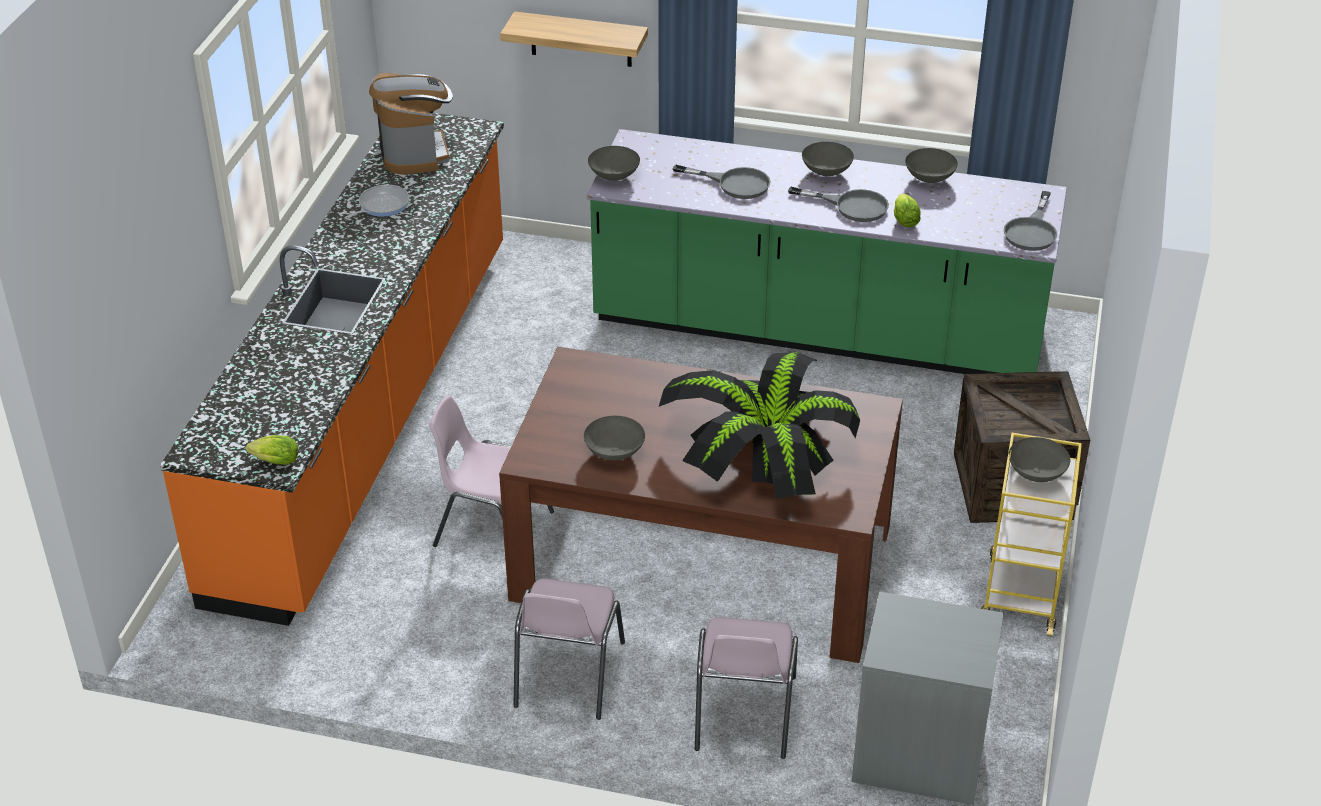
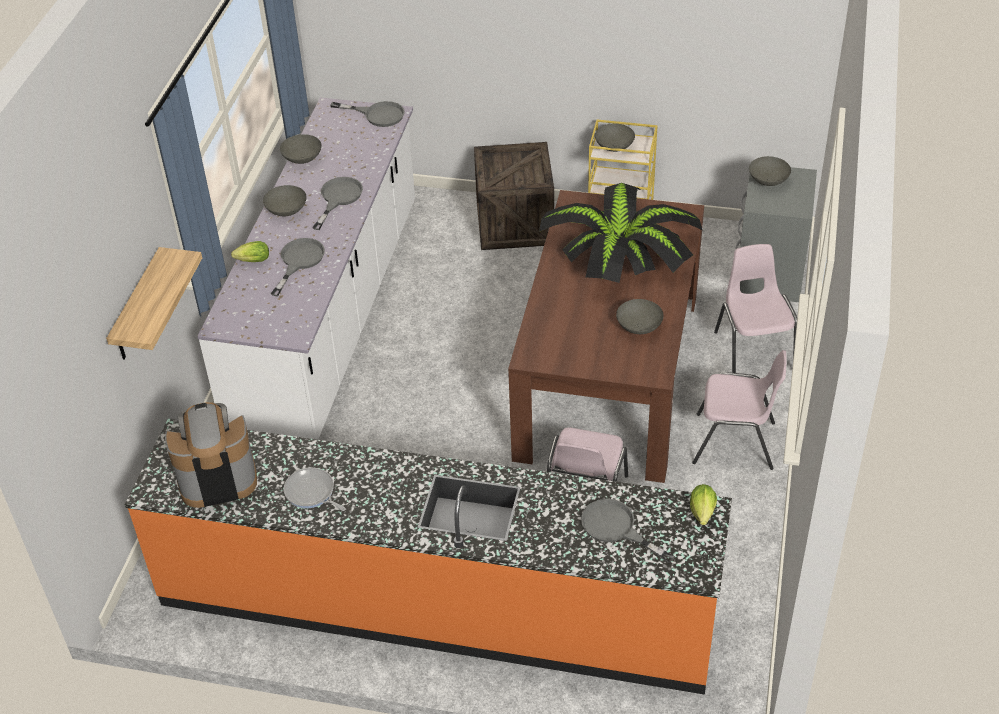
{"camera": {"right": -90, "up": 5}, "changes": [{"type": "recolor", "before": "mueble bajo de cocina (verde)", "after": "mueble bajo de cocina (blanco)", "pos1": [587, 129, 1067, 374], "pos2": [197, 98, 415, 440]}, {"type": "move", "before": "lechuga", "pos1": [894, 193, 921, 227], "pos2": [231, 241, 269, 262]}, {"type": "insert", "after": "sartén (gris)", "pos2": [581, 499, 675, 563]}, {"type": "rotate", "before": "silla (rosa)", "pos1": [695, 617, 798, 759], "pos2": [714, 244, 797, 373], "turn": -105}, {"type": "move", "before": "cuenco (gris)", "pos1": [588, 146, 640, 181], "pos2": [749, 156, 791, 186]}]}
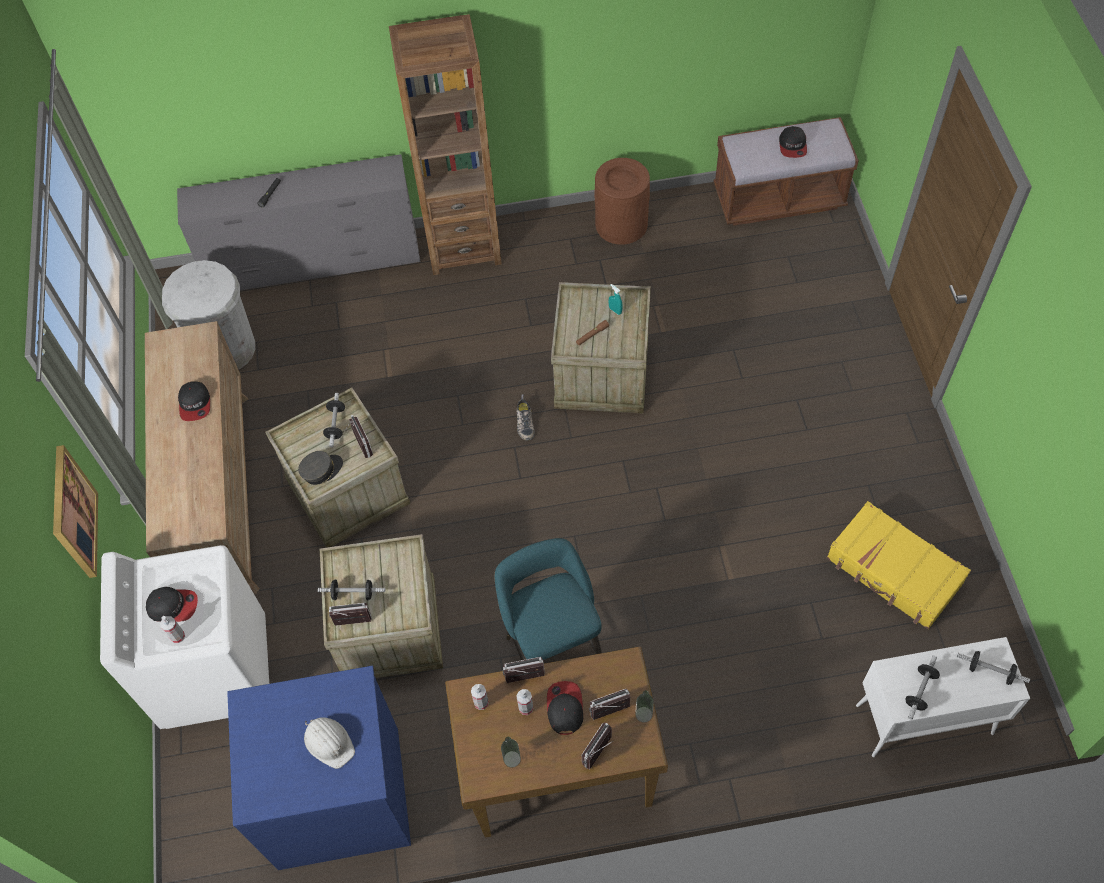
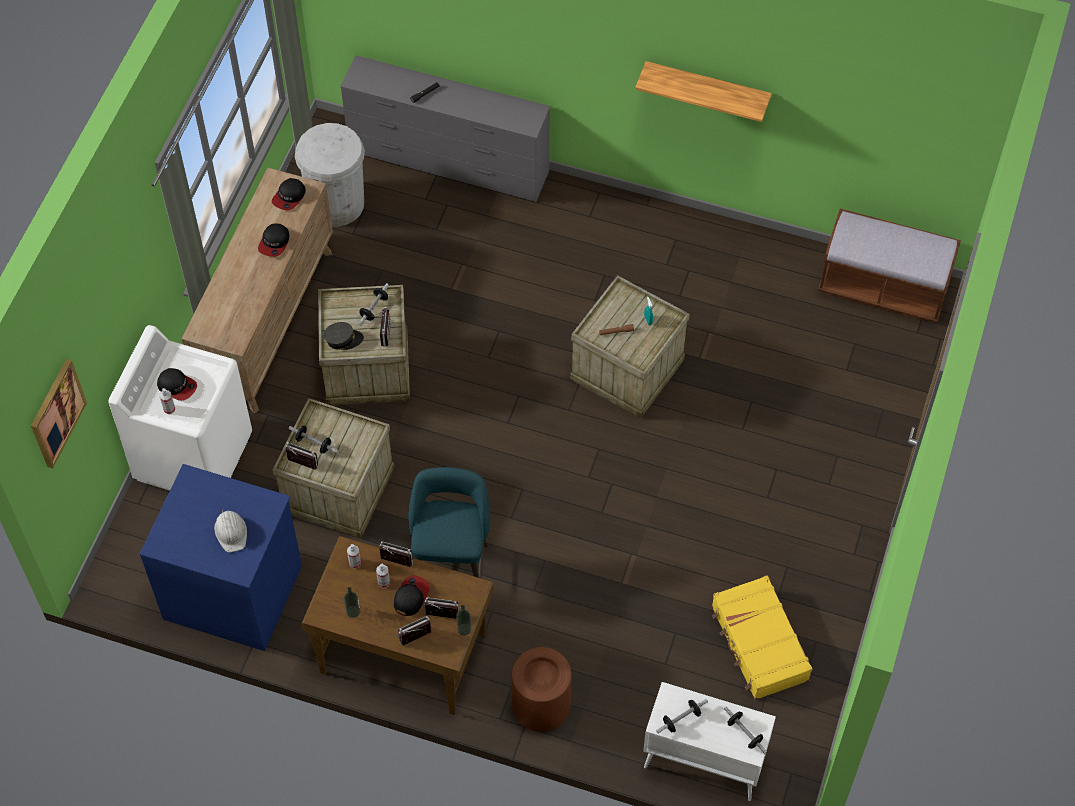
{"camera": {"right": 25, "up": 0}, "changes": [{"type": "move", "before": "cuadro", "pos1": [53, 445, 98, 578], "pos2": [31, 359, 87, 468]}, {"type": "move", "before": "gorra", "pos1": [779, 126, 807, 158], "pos2": [272, 178, 306, 210]}, {"type": "move", "before": "papelera (marrón)", "pos1": [594, 158, 650, 245], "pos2": [511, 647, 572, 732]}, {"type": "insert", "after": "estante", "pos2": [635, 61, 771, 122]}, {"type": "delete", "before": "estantería (marrón)", "pos1": [389, 14, 502, 275]}, {"type": "delete", "before": "zapato", "pos1": [517, 395, 535, 440]}]}
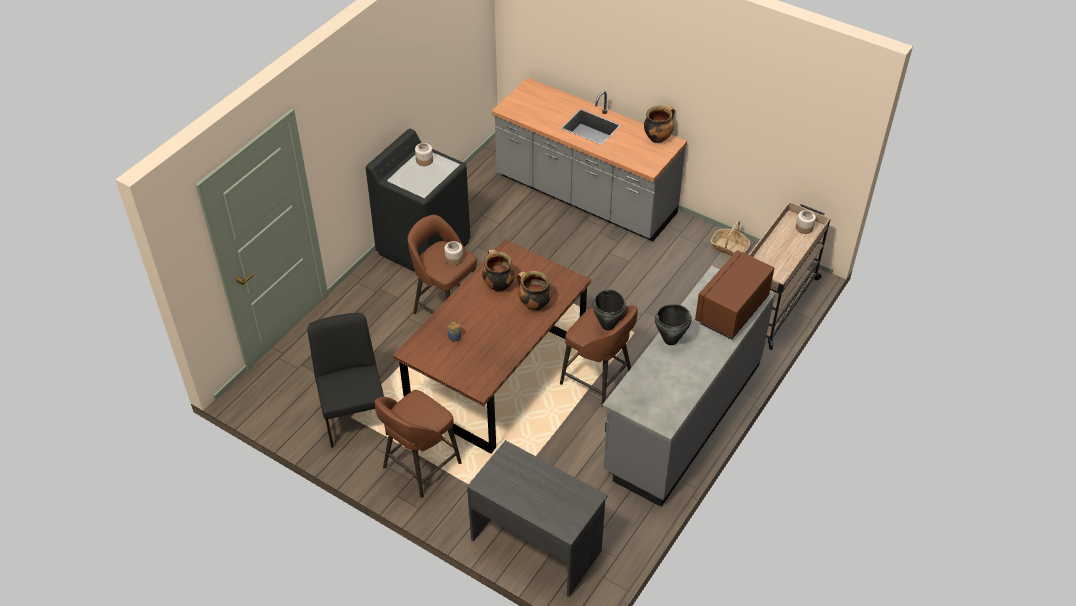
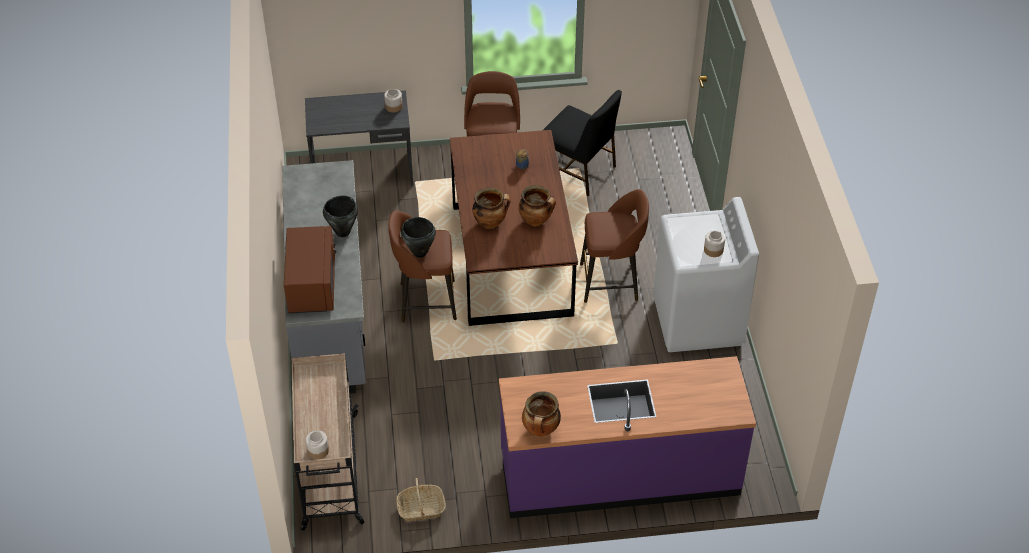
{"camera": {"right": 140, "up": 0}, "changes": [{"type": "move", "before": "tarro", "pos1": [444, 241, 463, 265], "pos2": [384, 89, 403, 113]}, {"type": "recolor", "before": "mueble bajo de cocina (gris)", "after": "mueble bajo de cocina (morado)", "pos1": [491, 78, 687, 241], "pos2": [499, 356, 756, 518]}, {"type": "recolor", "before": "lavadora (negro)", "after": "lavadora (blanco)", "pos1": [366, 129, 471, 272], "pos2": [653, 197, 759, 352]}]}
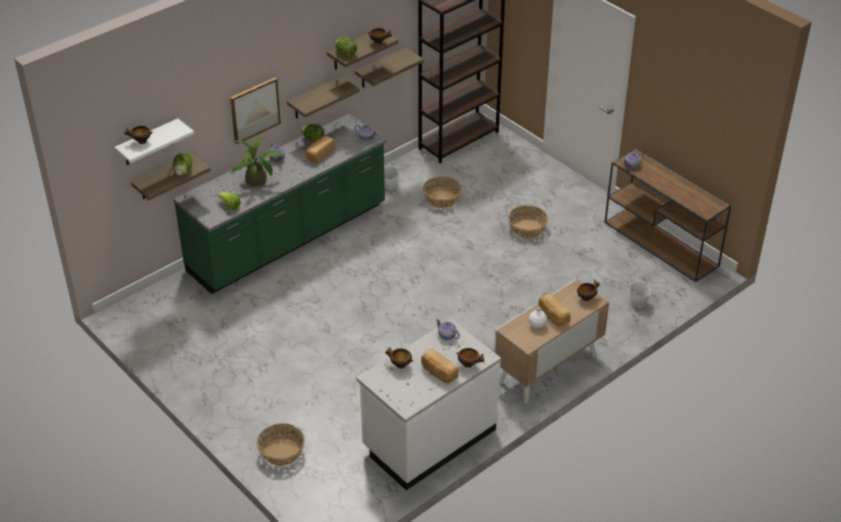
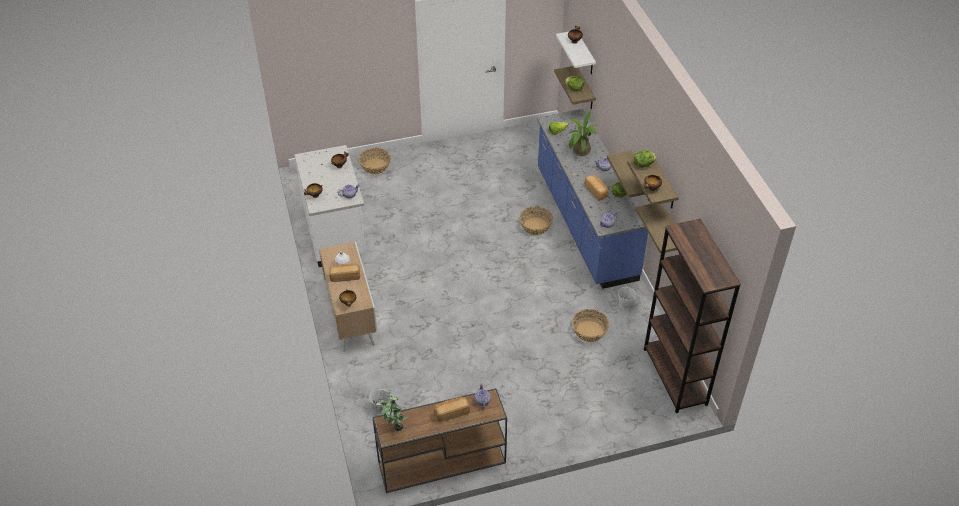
{"camera": {"right": 115, "up": 5}, "changes": [{"type": "insert", "after": "planta en maceta", "pos2": [379, 388, 407, 431]}, {"type": "move", "before": "pan", "pos1": [421, 349, 459, 384], "pos2": [434, 397, 470, 422]}, {"type": "move", "before": "cesta", "pos1": [508, 205, 548, 238], "pos2": [519, 206, 553, 235]}, {"type": "recolor", "before": "mueble bajo de cocina (verde)", "after": "mueble bajo de cocina (azul)", "pos1": [173, 114, 387, 294], "pos2": [537, 109, 648, 289]}, {"type": "delete", "before": "cuadro", "pos1": [230, 77, 281, 144]}]}
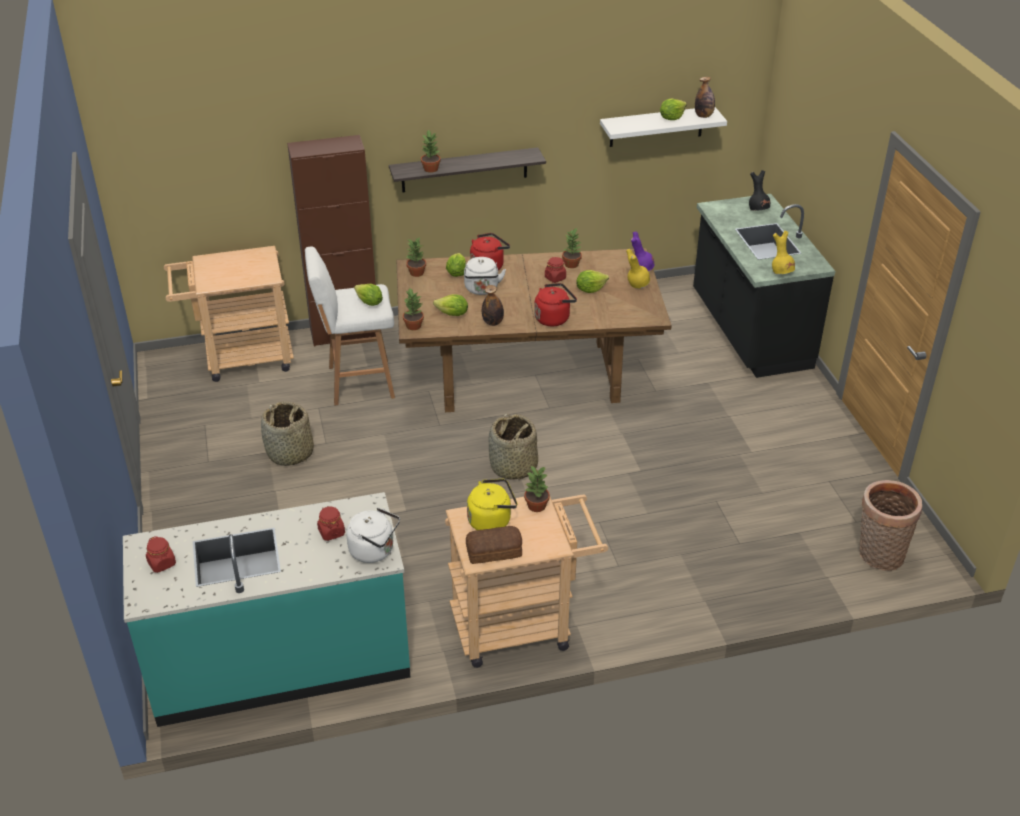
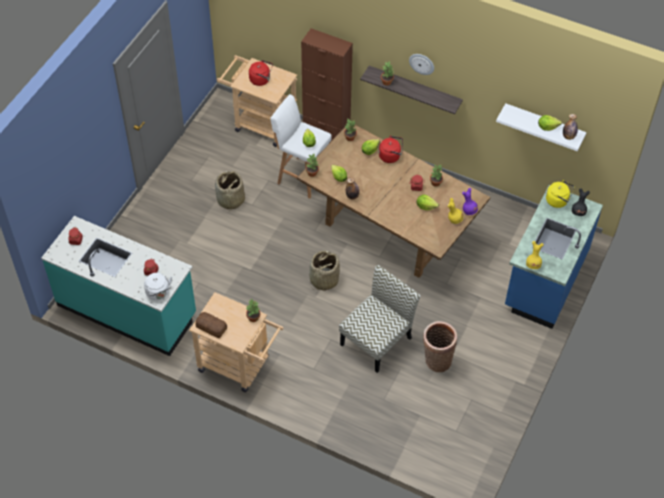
{"camera": {"right": 40, "up": 15}, "changes": [{"type": "move", "before": "hervidor (rojo)", "pos1": [534, 283, 577, 326], "pos2": [249, 60, 273, 86]}, {"type": "insert", "after": "silla", "pos2": [339, 265, 421, 373]}, {"type": "insert", "after": "reloj de pared", "pos2": [409, 54, 434, 75]}, {"type": "move", "before": "cesta", "pos1": [859, 480, 922, 571], "pos2": [423, 321, 457, 372]}, {"type": "recolor", "before": "mueble bajo de cocina (negro)", "after": "mueble bajo de cocina (azul)", "pos1": [693, 194, 835, 378], "pos2": [505, 185, 603, 329]}, {"type": "move", "before": "hervidor (amarillo)", "pos1": [467, 479, 517, 530], "pos2": [546, 180, 574, 208]}, {"type": "delete", "before": "hervidor (blanco)", "pos1": [464, 257, 506, 295]}]}
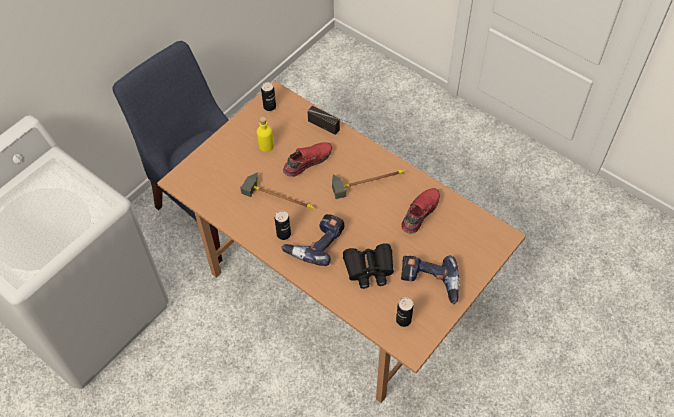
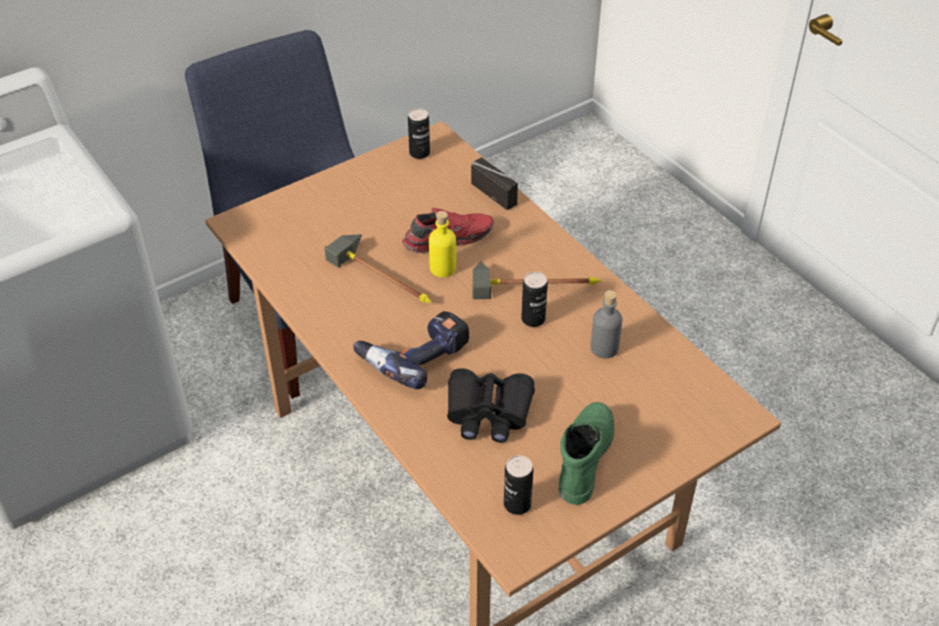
{"camera": {"right": 15, "up": -10}, "changes": [{"type": "move", "before": "botella (amarillo)", "pos1": [257, 117, 274, 152], "pos2": [429, 211, 456, 277]}, {"type": "move", "before": "lata", "pos1": [275, 210, 291, 240], "pos2": [521, 272, 548, 327]}, {"type": "replace", "before": "taladro", "after": "bota (verde)", "pos1": [401, 256, 460, 304], "pos2": [559, 402, 614, 505]}, {"type": "replace", "before": "zapato (rojo)", "after": "botella (gris)", "pos1": [401, 188, 440, 234], "pos2": [591, 290, 622, 359]}]}
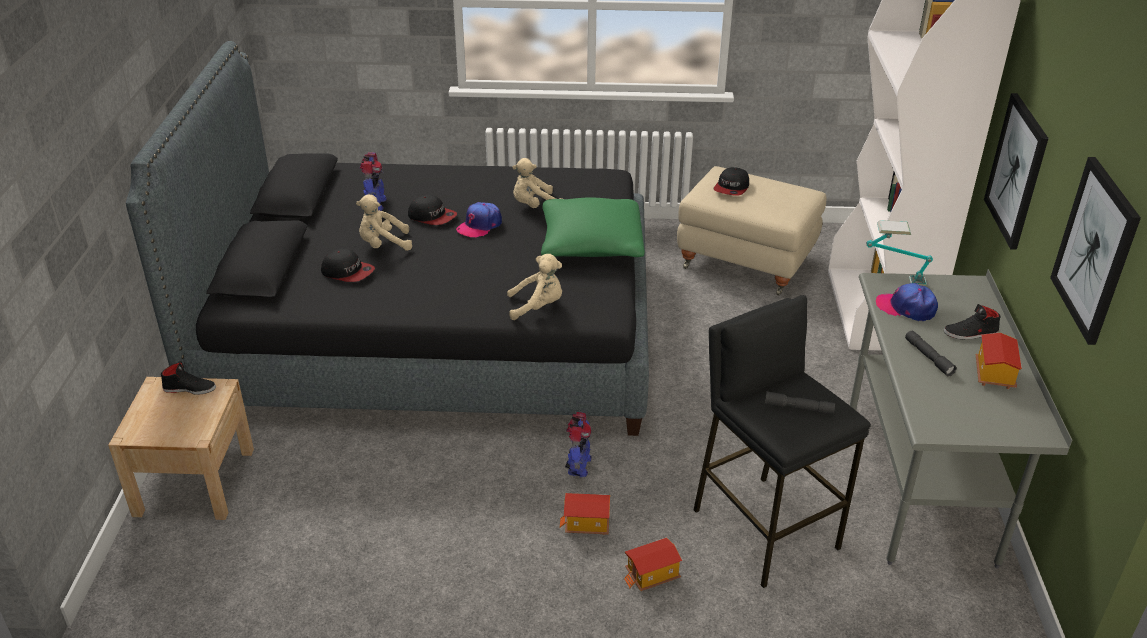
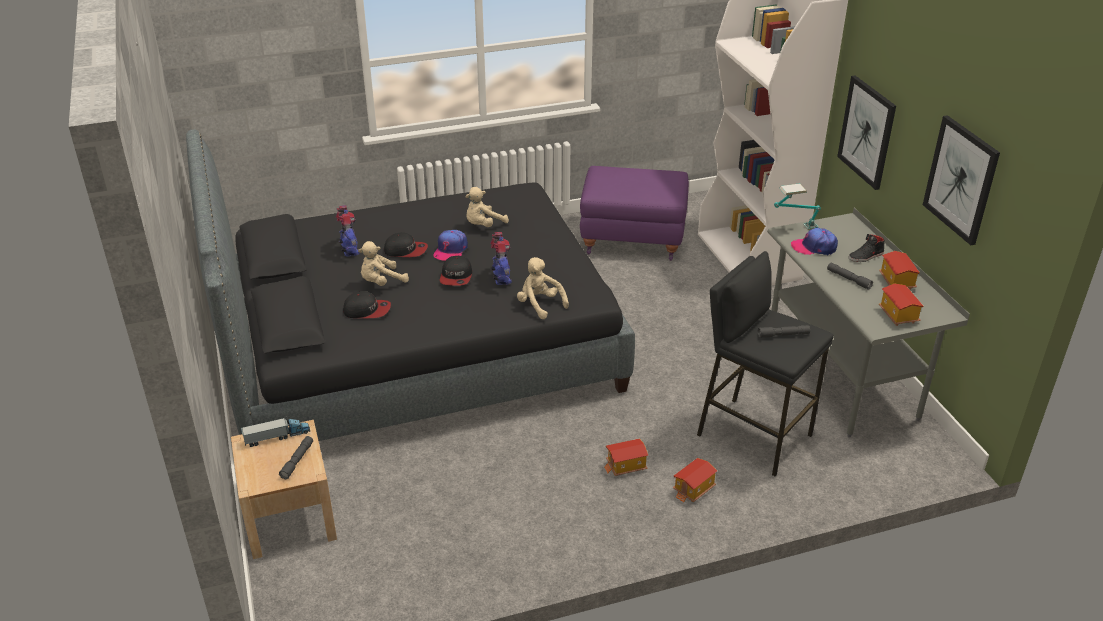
{"camera": {"right": -20, "up": 0}, "changes": [{"type": "replace", "before": "zapato (negro)", "after": "camión de juguete", "pos1": [161, 361, 216, 395], "pos2": [241, 418, 310, 447]}, {"type": "insert", "after": "linterna (gris)", "pos2": [279, 436, 313, 479]}, {"type": "move", "before": "gorra", "pos1": [714, 167, 749, 196], "pos2": [440, 256, 472, 286]}, {"type": "move", "before": "robot de juguete", "pos1": [565, 412, 592, 477], "pos2": [490, 232, 512, 285]}, {"type": "rotate", "before": "peluche (beis)", "pos1": [507, 254, 562, 320], "pos2": [517, 257, 569, 319], "turn": -105}, {"type": "recolor", "before": "puf (beis)", "after": "puf (morado)", "pos1": [677, 166, 827, 296], "pos2": [580, 166, 689, 261]}, {"type": "insert", "after": "casita", "pos2": [879, 283, 923, 326]}, {"type": "delete", "before": "cojín (verde)", "pos1": [541, 198, 645, 257]}]}
